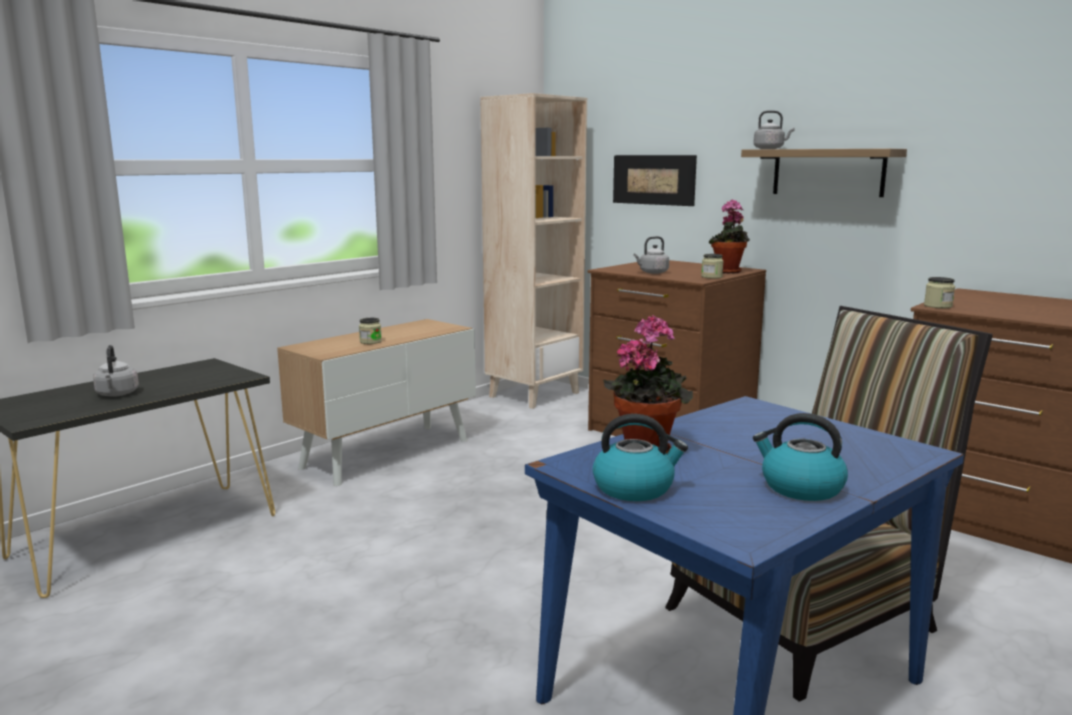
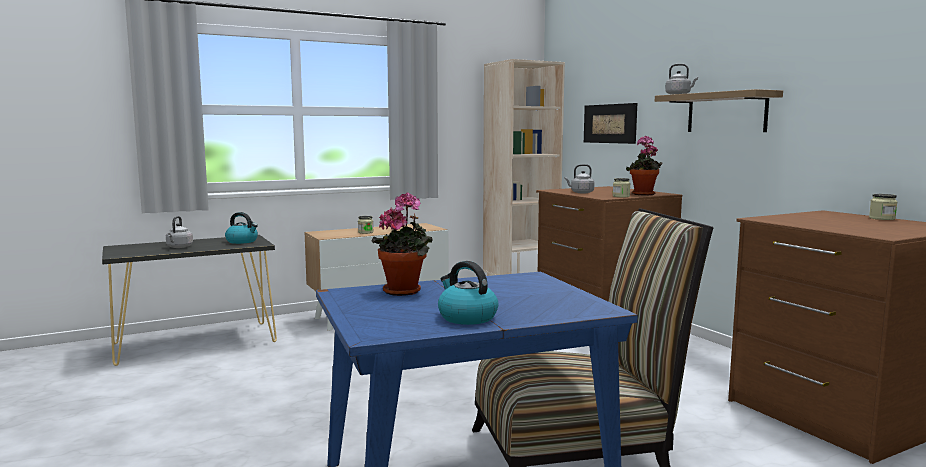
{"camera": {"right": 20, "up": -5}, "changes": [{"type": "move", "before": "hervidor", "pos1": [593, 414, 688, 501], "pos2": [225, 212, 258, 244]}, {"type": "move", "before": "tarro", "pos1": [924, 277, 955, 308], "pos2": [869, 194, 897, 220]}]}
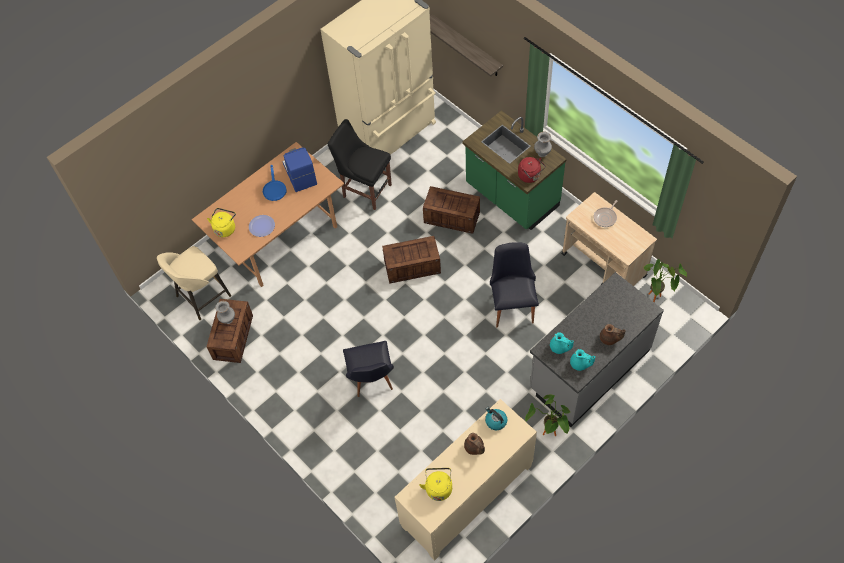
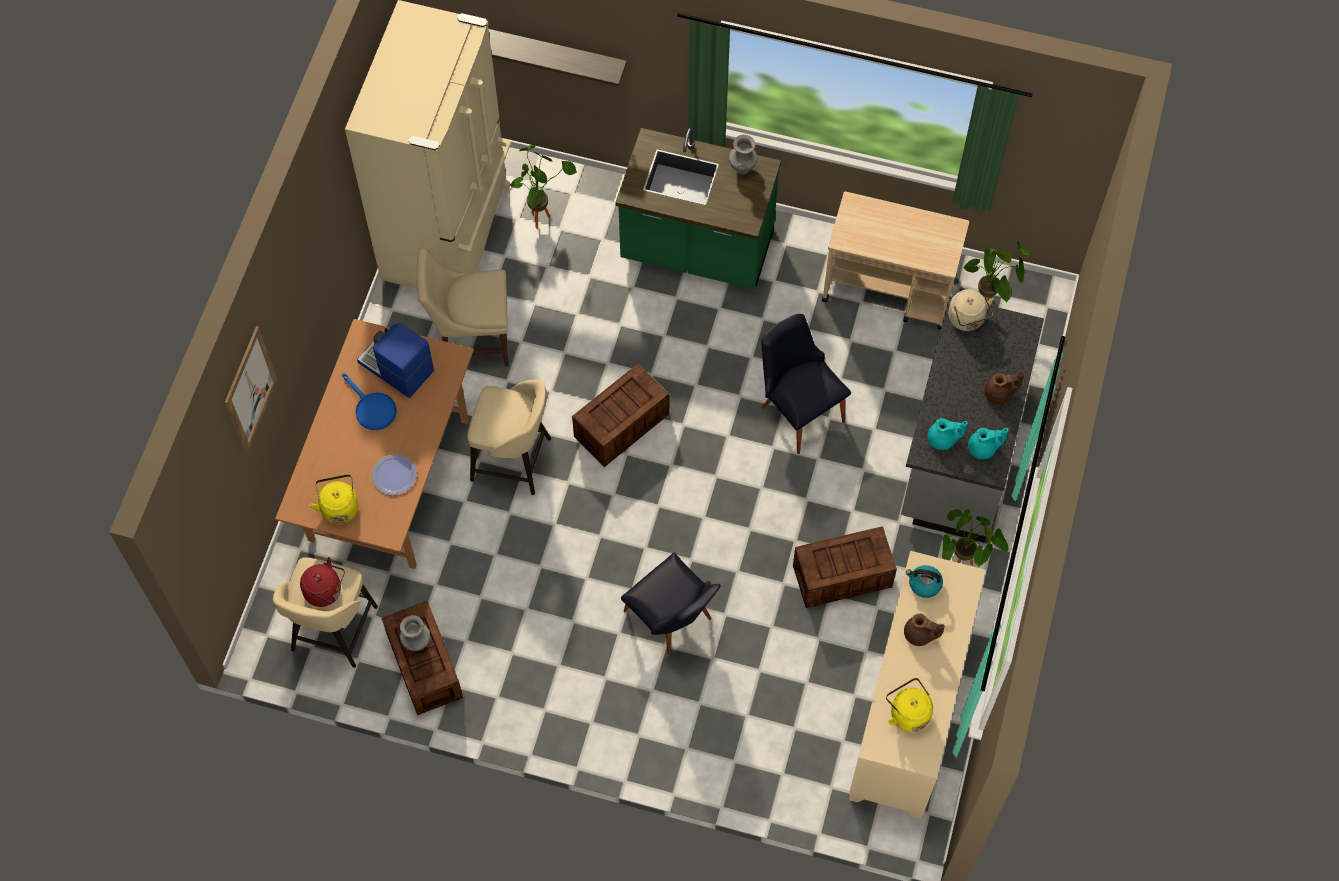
{"camera": {"right": -35, "up": 5}, "changes": [{"type": "insert", "after": "cuadro", "pos2": [225, 326, 277, 453]}, {"type": "move", "before": "hervidor (rojo)", "pos1": [518, 157, 546, 183], "pos2": [300, 557, 345, 607]}, {"type": "recolor", "before": "silla (negro)", "after": "silla (beis)", "pos1": [328, 119, 392, 210], "pos2": [417, 248, 509, 367]}, {"type": "insert", "after": "taburete (beis)", "pos2": [467, 380, 551, 495]}, {"type": "insert", "after": "planta en maceta", "pos2": [510, 145, 577, 228]}, {"type": "move", "before": "caja de embalaje", "pos1": [423, 186, 480, 234], "pos2": [793, 526, 897, 608]}, {"type": "insert", "after": "hervidor (beis)", "pos2": [948, 289, 994, 331]}, {"type": "delete", "before": "sartén", "pos1": [594, 200, 617, 227]}]}
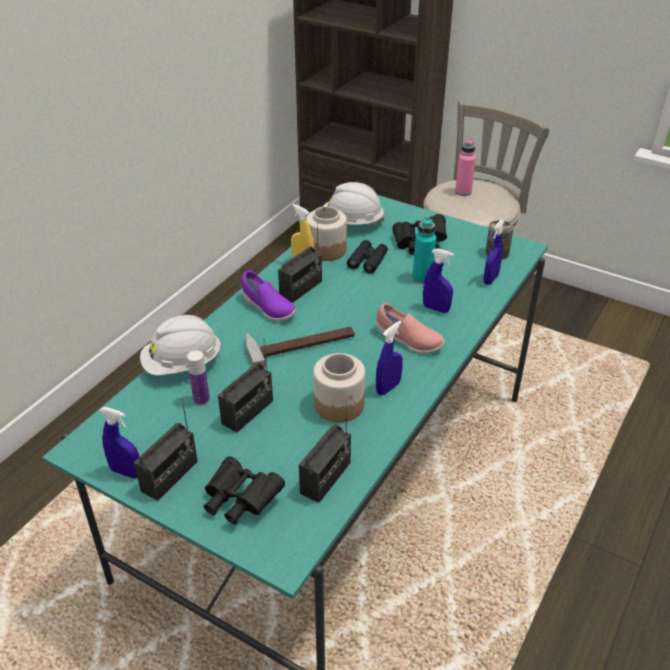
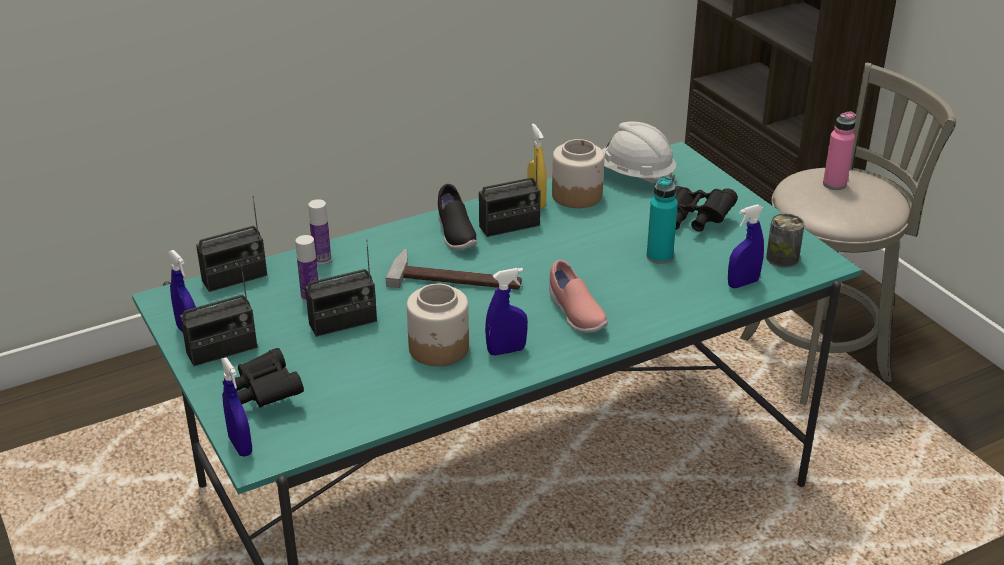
{"camera": {"right": 30, "up": -5}, "changes": [{"type": "move", "before": "radio", "pos1": [299, 399, 351, 503], "pos2": [196, 196, 267, 292]}, {"type": "move", "before": "pulverizador (azul)", "pos1": [423, 248, 454, 313], "pos2": [221, 357, 252, 456]}, {"type": "replace", "before": "casco (blanco)", "after": "botella", "pos1": [140, 315, 221, 376], "pos2": [308, 199, 331, 264]}, {"type": "recolor", "before": "zapato (morado)", "after": "zapato (negro)", "pos1": [241, 270, 296, 321], "pos2": [438, 184, 477, 250]}, {"type": "delete", "before": "prismáticos (negro)", "pos1": [347, 240, 388, 274]}]}
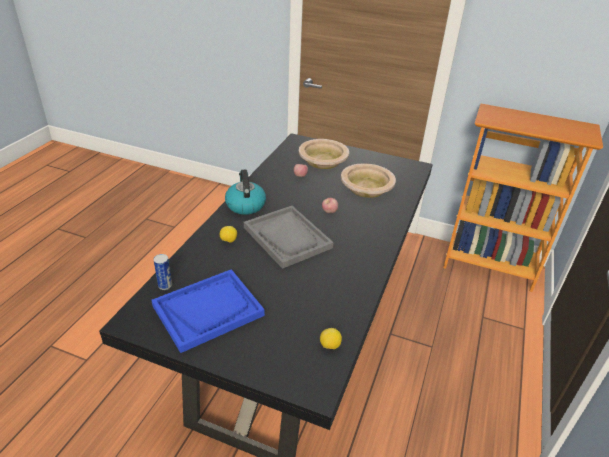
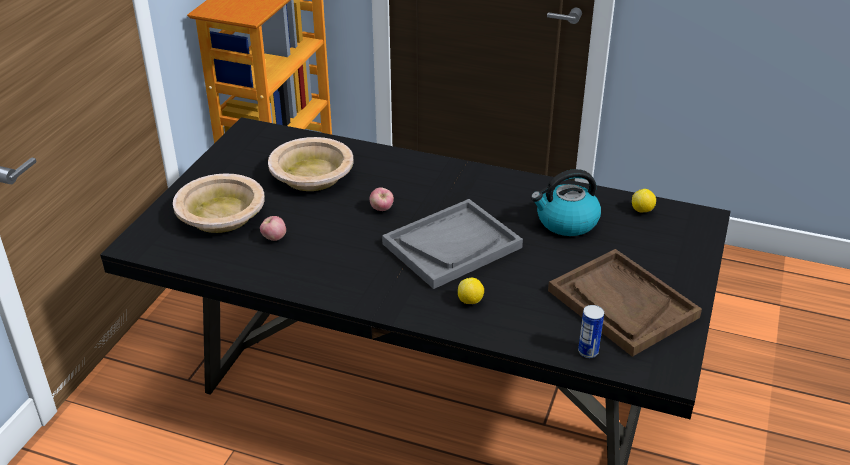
{"camera": {"right": -90, "up": 0}, "changes": [{"type": "move", "before": "hervidor", "pos1": [225, 169, 266, 215], "pos2": [531, 169, 601, 236]}, {"type": "recolor", "before": "bandeja (azul)", "after": "bandeja (marrón)", "pos1": [151, 269, 265, 353], "pos2": [548, 249, 702, 357]}]}
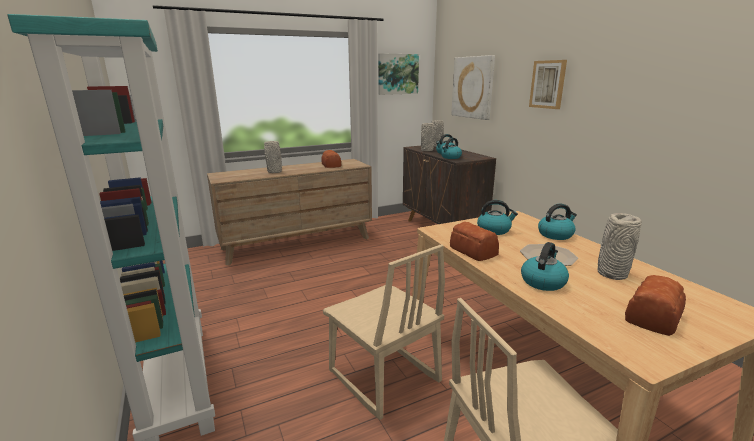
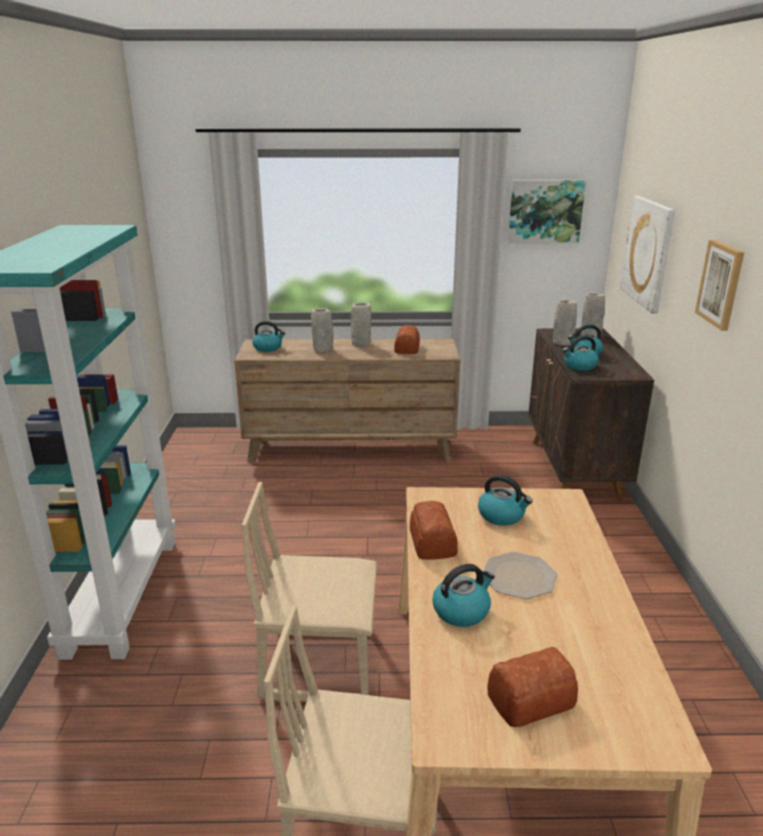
{"camera": {"right": 25, "up": 5}, "changes": [{"type": "rotate", "before": "silla (beis)", "pos1": [323, 244, 445, 420], "pos2": [242, 482, 377, 701], "turn": 105}, {"type": "move", "before": "hervidor", "pos1": [538, 204, 577, 240], "pos2": [252, 321, 285, 352]}, {"type": "move", "before": "florero (gris)", "pos1": [597, 213, 642, 280], "pos2": [351, 302, 372, 347]}]}
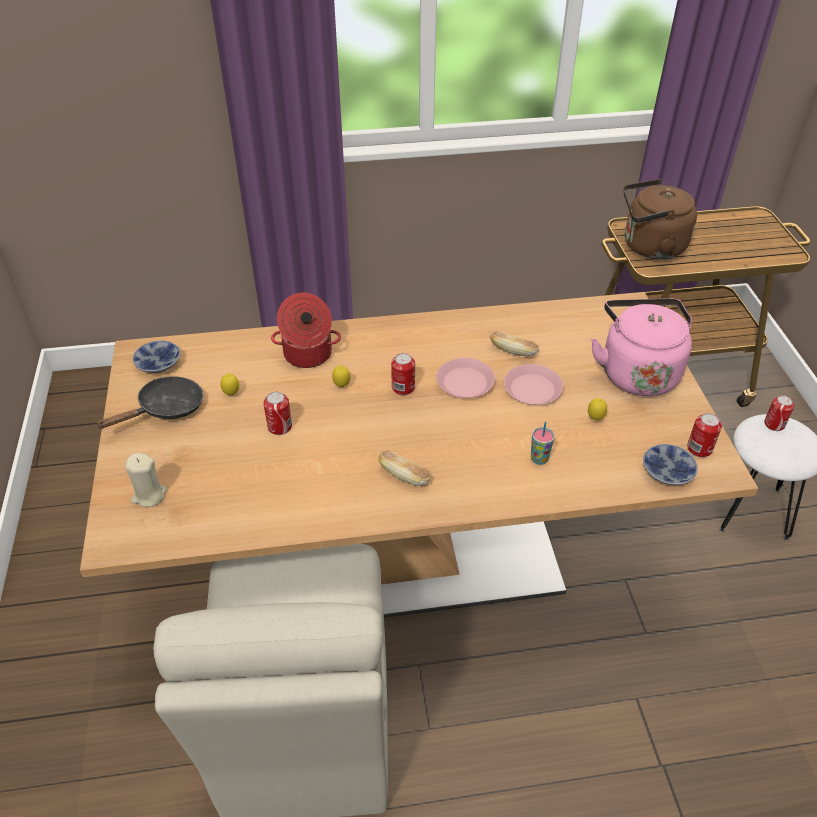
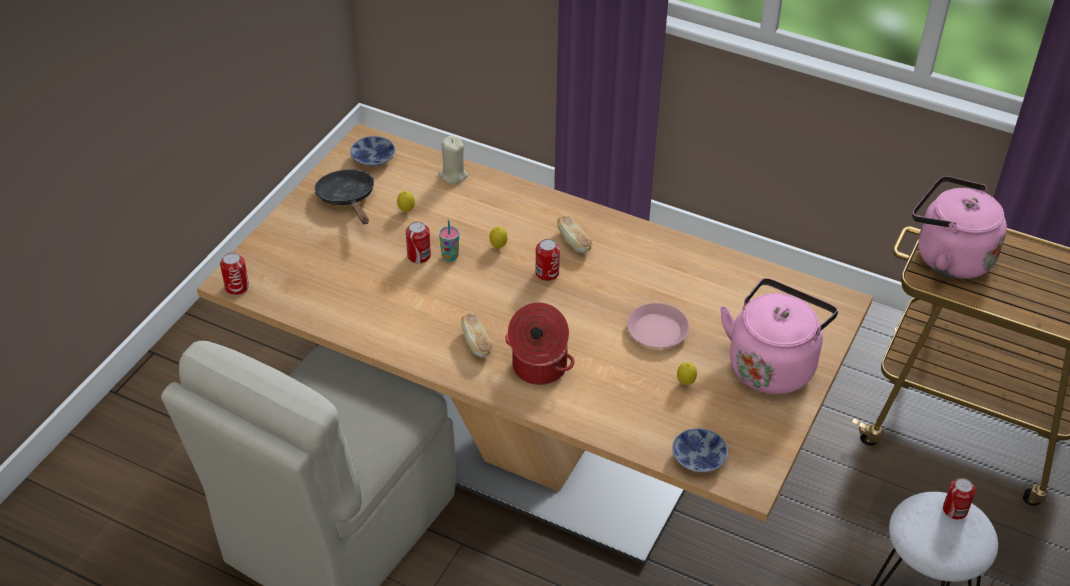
{"camera": {"right": 35, "up": 0}, "changes": [{"type": "move", "before": "lata", "pos1": [687, 413, 722, 457], "pos2": [220, 252, 249, 295]}, {"type": "rotate", "before": "sartén (negro)", "pos1": [95, 376, 203, 429], "pos2": [315, 169, 374, 224], "turn": -105}, {"type": "move", "before": "vela (beis)", "pos1": [125, 453, 167, 507], "pos2": [438, 136, 468, 184]}, {"type": "move", "before": "taza", "pos1": [531, 422, 555, 465], "pos2": [439, 220, 459, 262]}, {"type": "move", "before": "olla", "pos1": [271, 293, 341, 368], "pos2": [505, 303, 574, 385]}, {"type": "move", "before": "pan", "pos1": [490, 331, 539, 356], "pos2": [557, 216, 592, 253]}, {"type": "recolor", "before": "hervidor (marrón)", "after": "hervidor (rosa)", "pos1": [623, 179, 697, 259], "pos2": [912, 176, 1007, 279]}, {"type": "delete", "before": "plato (rosa)", "pos1": [436, 358, 495, 398]}]}
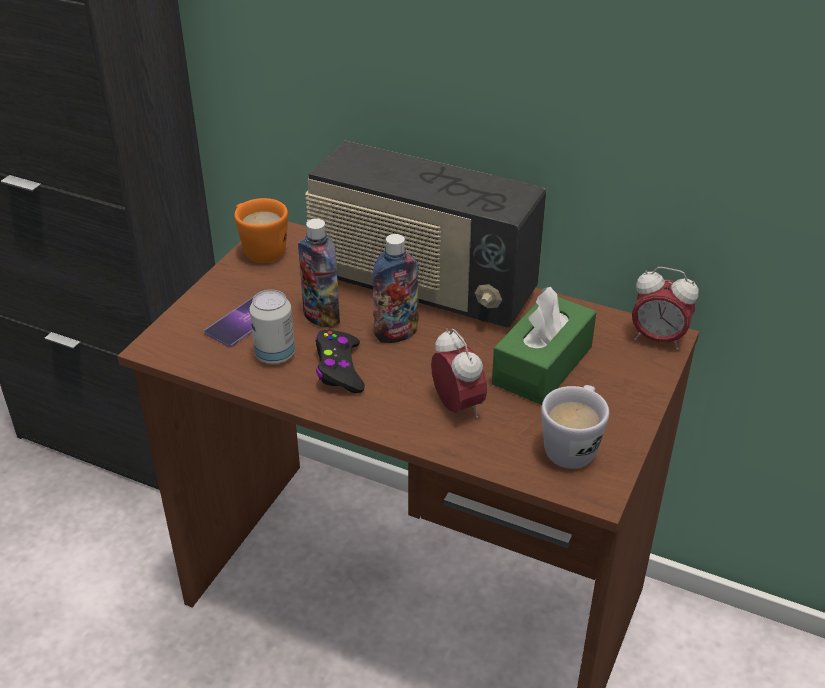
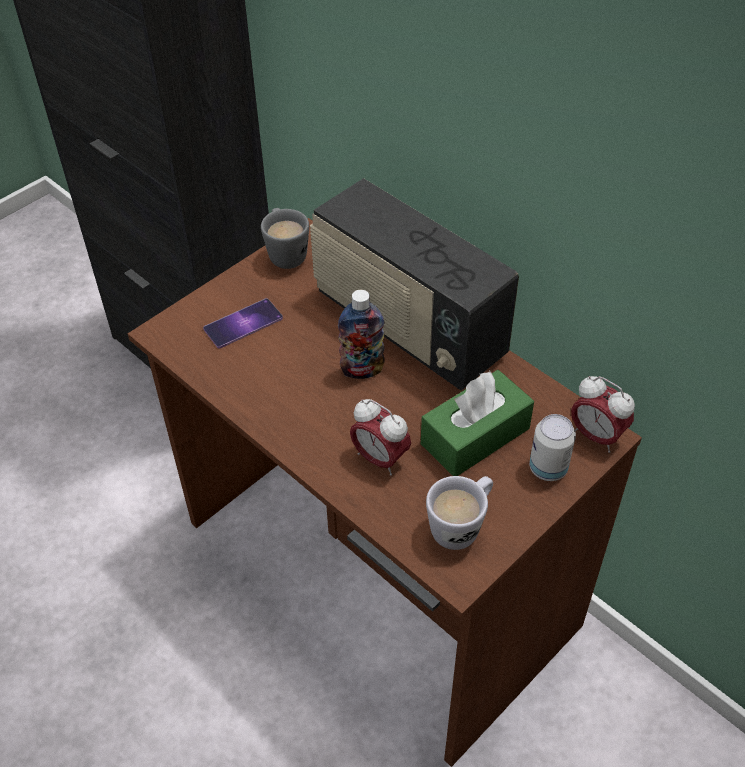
{"camera": {"right": 20, "up": 10}, "changes": [{"type": "recolor", "before": "taza grande (naranja)", "after": "taza grande (gris)", "pos1": [234, 198, 288, 263], "pos2": [261, 208, 309, 269]}, {"type": "rotate", "before": "despertador", "pos1": [431, 328, 487, 419], "pos2": [350, 399, 411, 476], "turn": 135}, {"type": "move", "before": "lata", "pos1": [249, 290, 295, 364], "pos2": [529, 414, 576, 481]}, {"type": "delete", "before": "botella", "pos1": [298, 219, 340, 328]}, {"type": "delete", "before": "mando de consola (negro)", "pos1": [315, 330, 365, 393]}]}
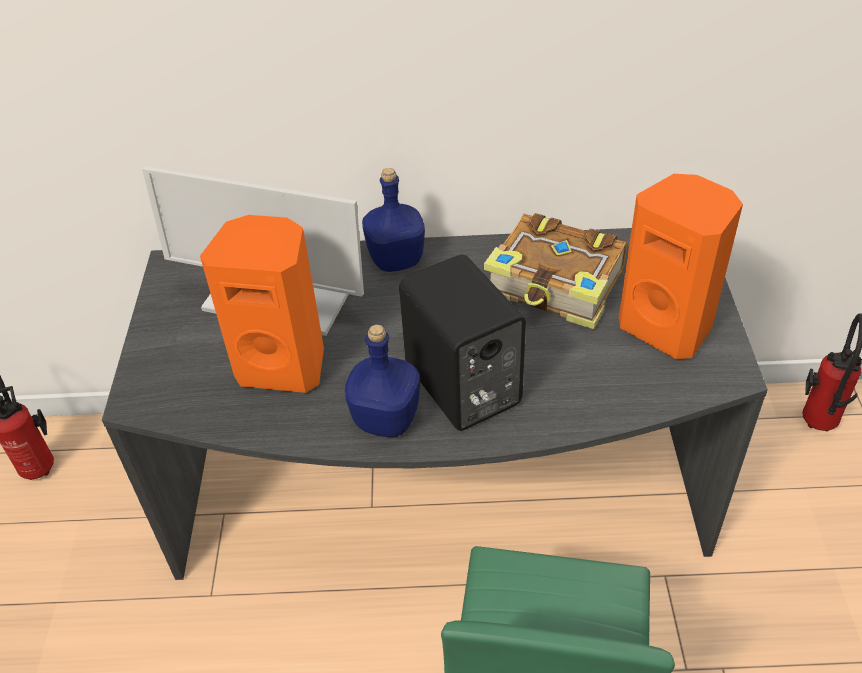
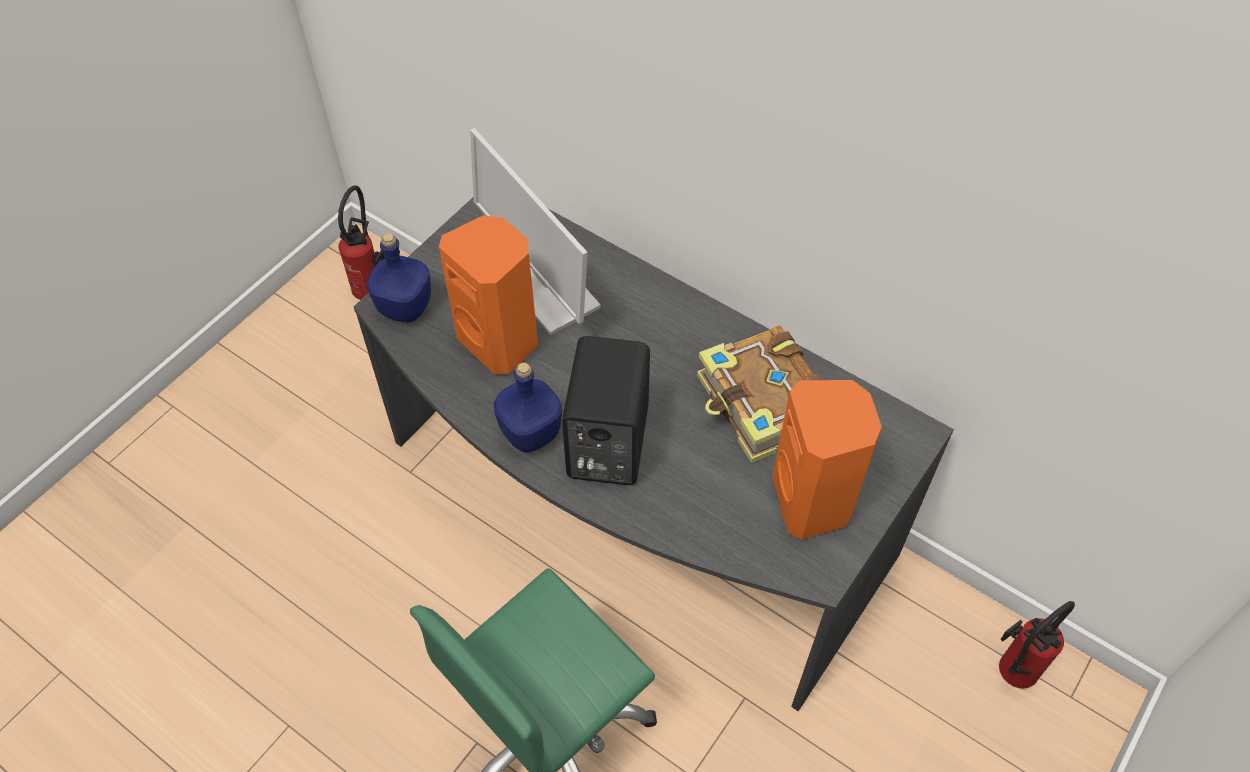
{"camera": {"right": 35, "up": 10}, "changes": [{"type": "move", "before": "botella (azul)", "pos1": [362, 168, 425, 272], "pos2": [367, 233, 431, 323]}]}
